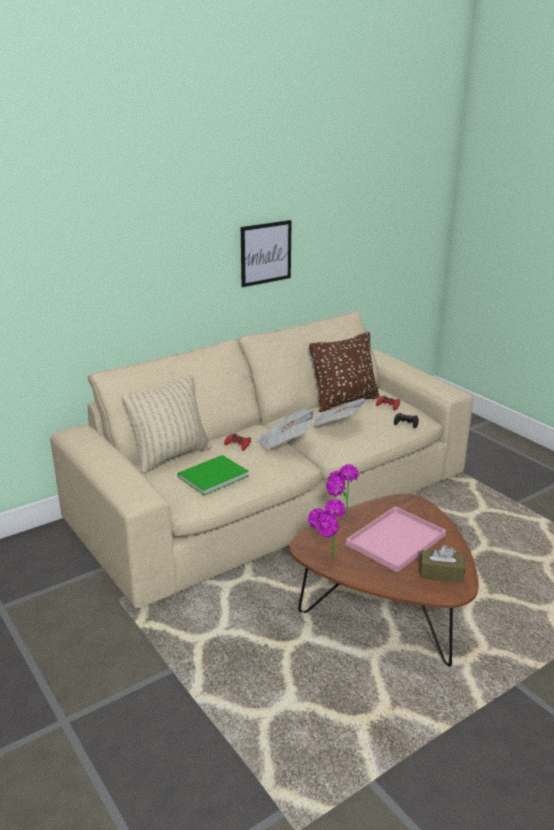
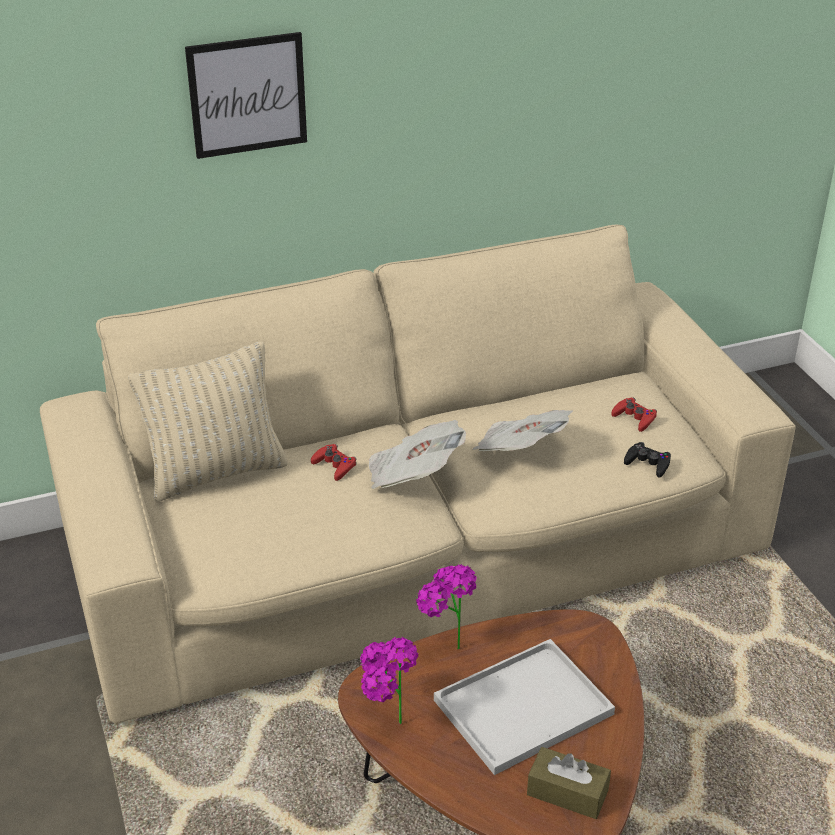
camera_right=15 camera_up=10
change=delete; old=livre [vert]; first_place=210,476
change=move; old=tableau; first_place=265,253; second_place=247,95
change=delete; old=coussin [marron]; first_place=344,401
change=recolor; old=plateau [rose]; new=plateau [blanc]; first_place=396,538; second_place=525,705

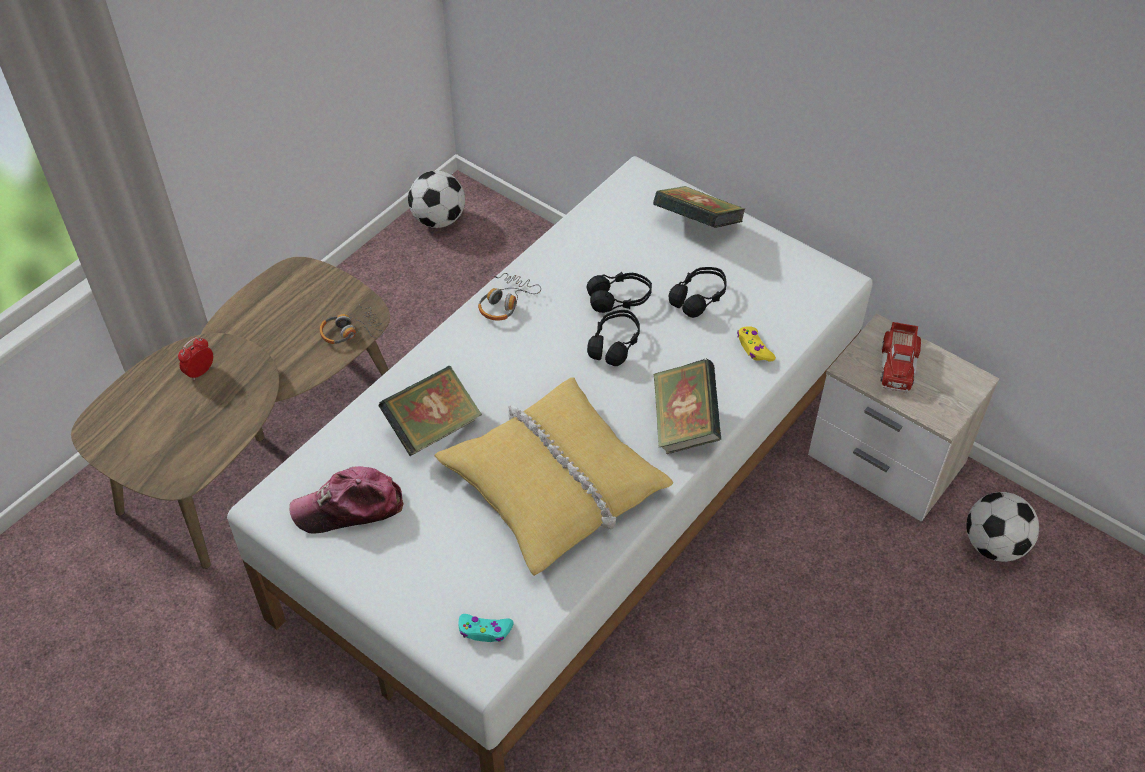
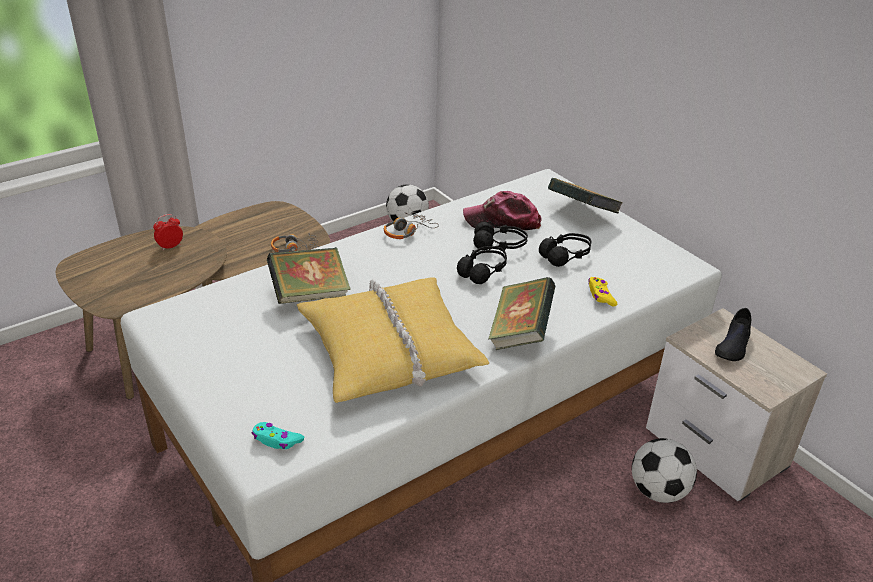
camera_right=15 camera_up=-15
change=move; old=casquette; first_place=349,507; second_place=502,221
change=replace; old=camion jouet; new=chaussure [noir]; first_place=898,364; second_place=733,345
change=move; old=ballon de foot; first_place=994,545; second_place=658,491

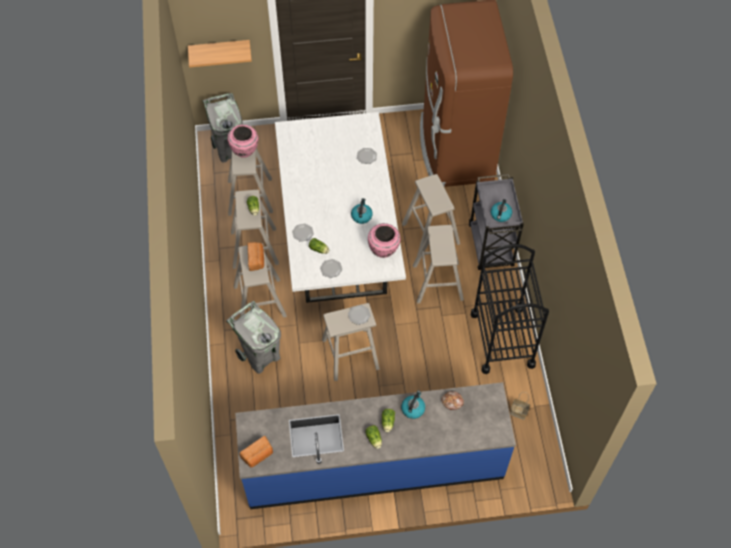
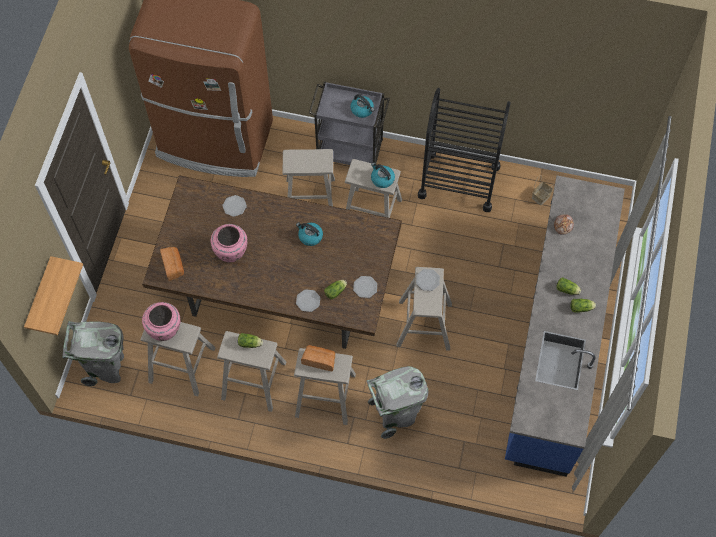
camera_right=-70 camera_up=5
change=move; old=pain; first_place=258,455; second_place=173,266
change=recolor; old=table à manger [blanc]; new=table à manger [marron]; first_place=339,238; second_place=278,290
change=move; old=vase [rose]; first_place=384,250; second_place=231,252
change=move; old=bouilloire; first_place=413,408; second_place=382,179

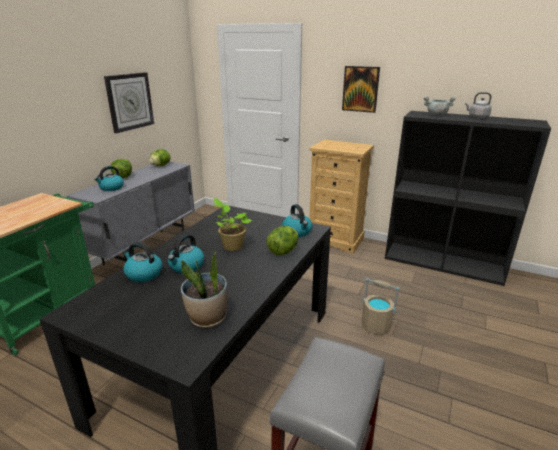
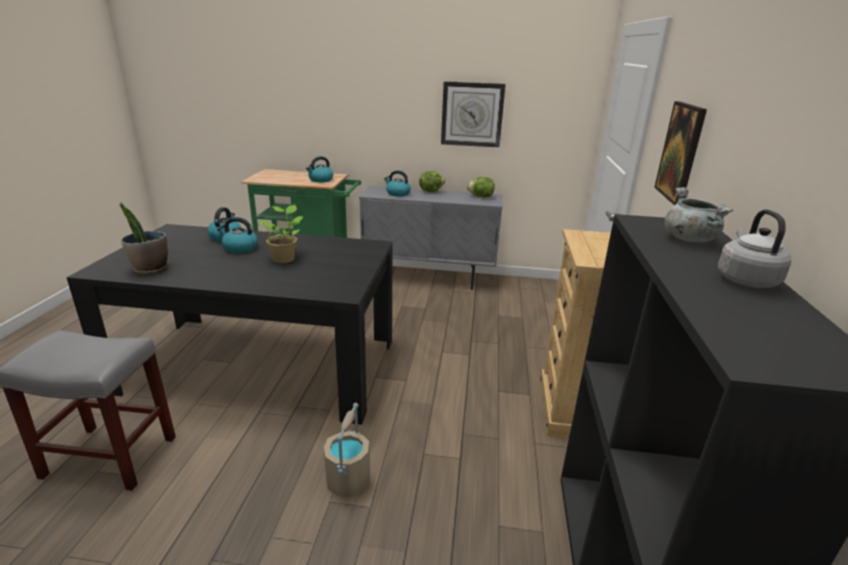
camera_right=70 camera_up=0
change=delete; old=laitue; first_place=283,251
change=move; old=bouilloire; first_place=297,232; second_place=320,180

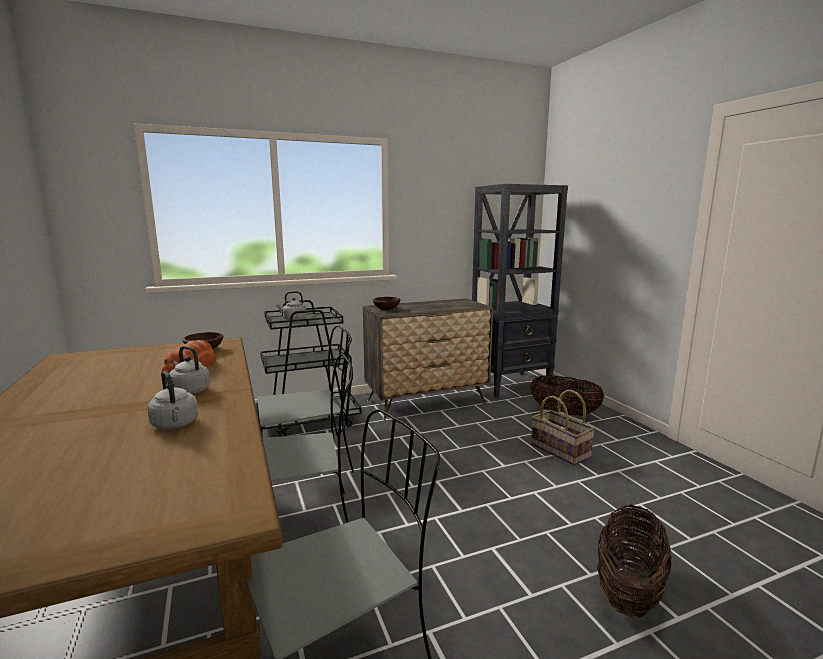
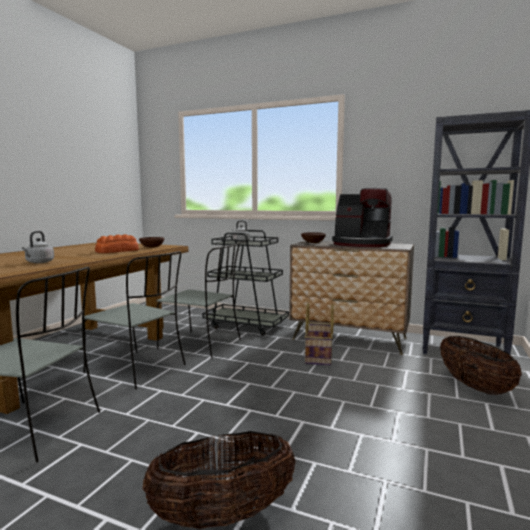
camera_right=45 camera_up=-5
change=delete; old=bouilloire [gris]; first_place=189,390
change=move; old=panier; first_place=561,450; second_place=319,356
change=insert; new=machine à café; second_place=361,244

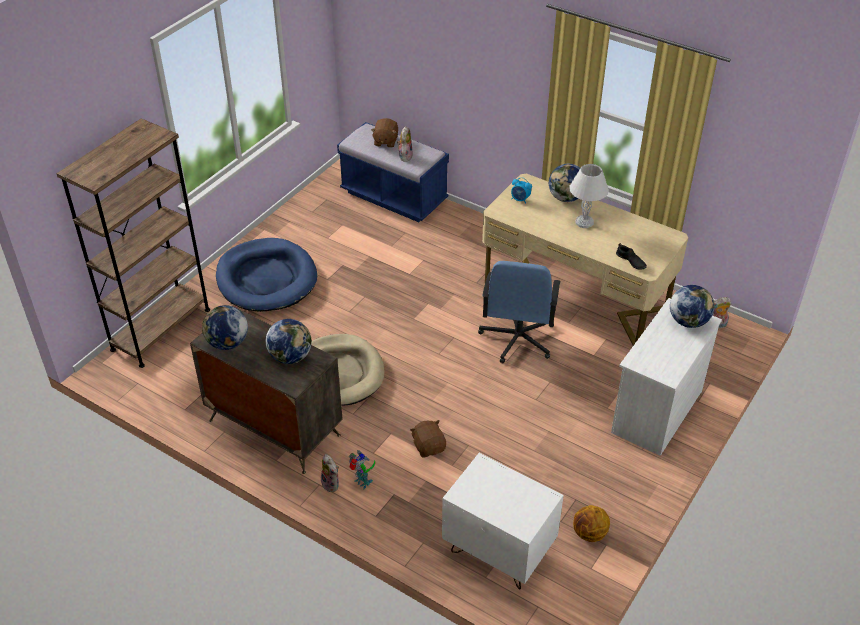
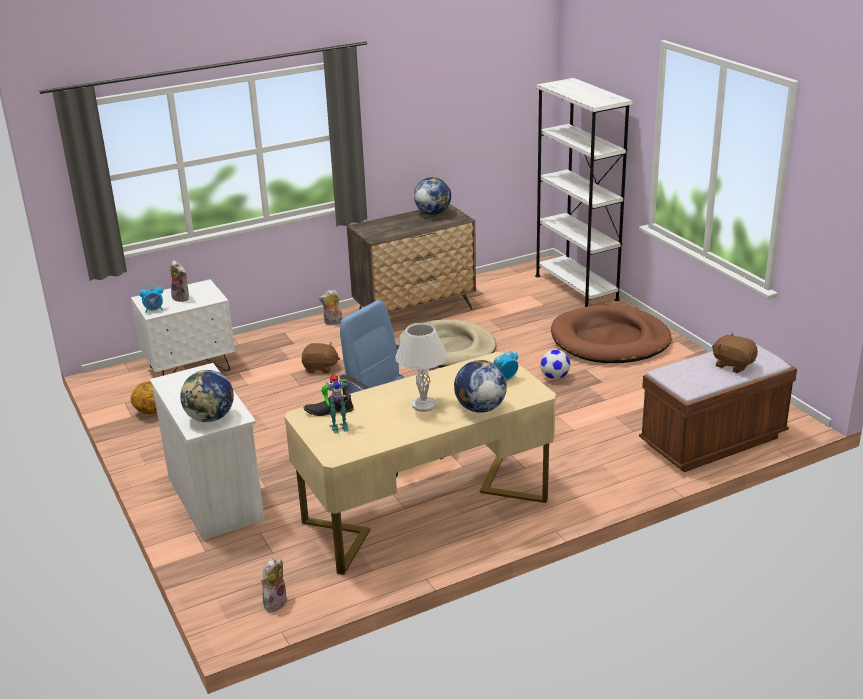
camera_right=120 camera_up=-15
change=recolor; old=bibliothèque [marron]; new=bibliothèque [blanc]; first_place=161,329; second_place=576,287
change=recolor; old=panier pour chien [bleu]; new=panier pour chien [marron]; first_place=266,279; second_place=610,340
change=delete; old=globe; first_place=290,356
change=recolor; old=banc [bleu]; new=banc [marron]; first_place=394,197; second_place=713,441
change=move; old=robot jouet; first_place=362,483; second_place=338,426
change=move; old=peluche; first_place=405,156; second_place=182,297
change=insert; new=réveil; second_place=154,310
change=insert; new=ballon de foot; second_place=554,377

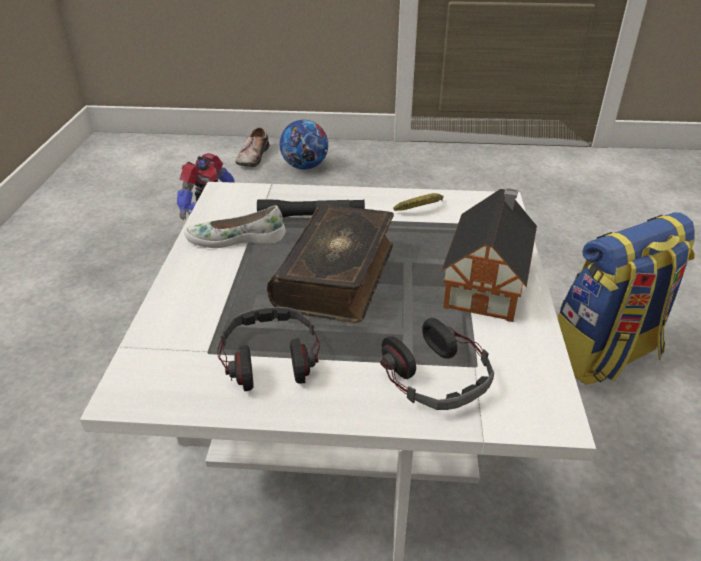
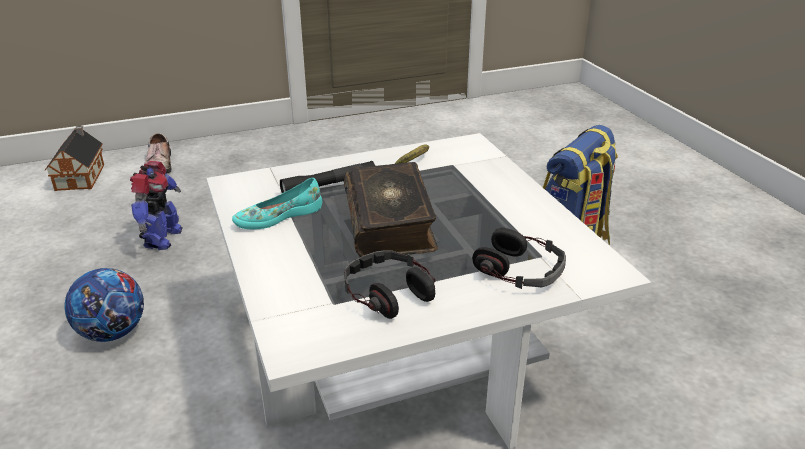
camera_right=-25 camera_up=-5
change=recolor; old=chaussure [blanc]; new=chaussure [turquoise]; first_place=236,238; second_place=278,216
change=move; old=ballon de foot; first_place=305,166; second_place=112,332
change=move; old=maison miniature; first_place=487,282; second_place=81,176

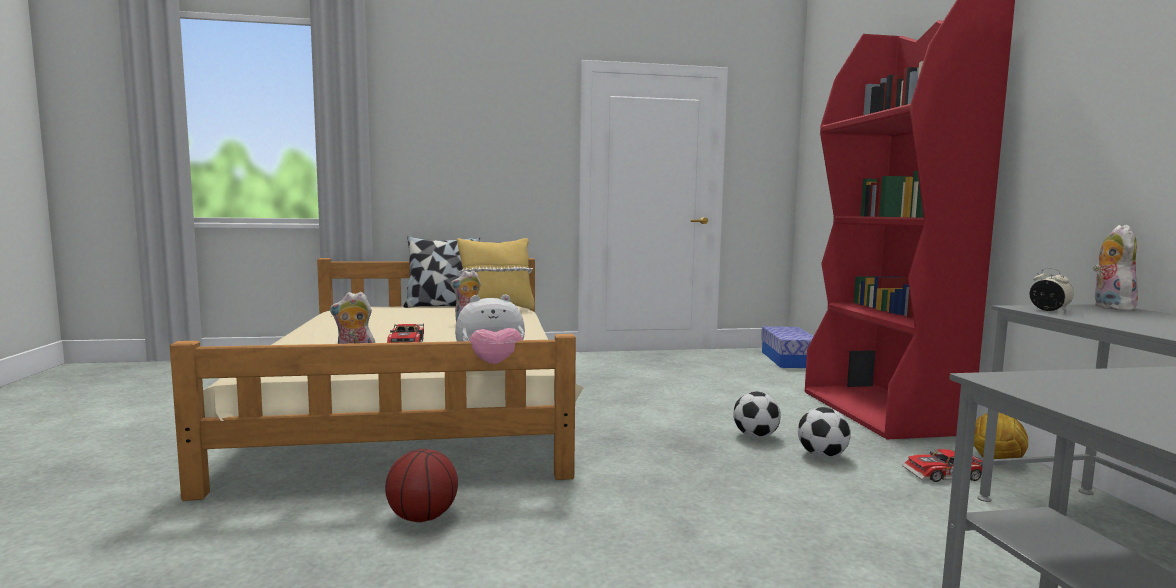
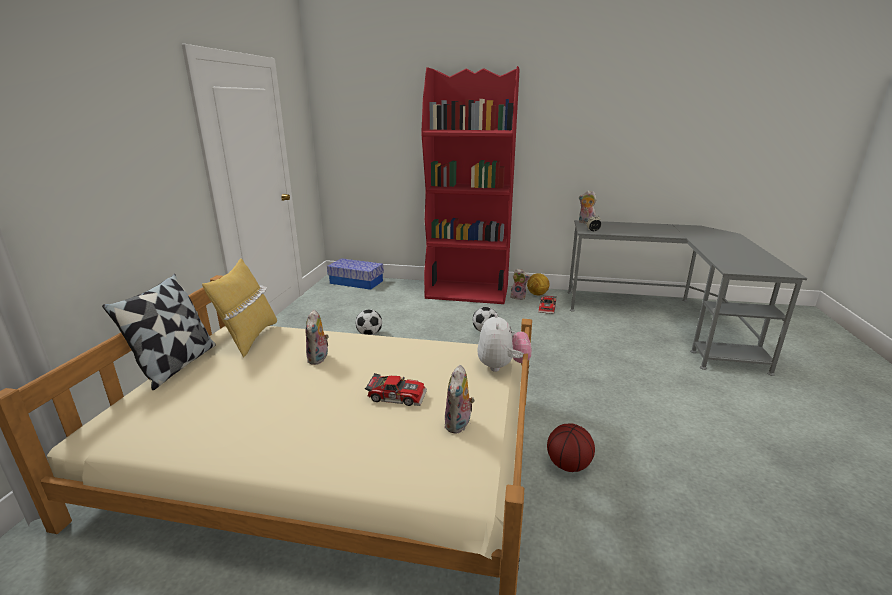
camera_right=-70 camera_up=15
change=move; old=ballon de foot; first_place=822,456; second_place=369,334
change=insert; new=peluche; second_place=518,297

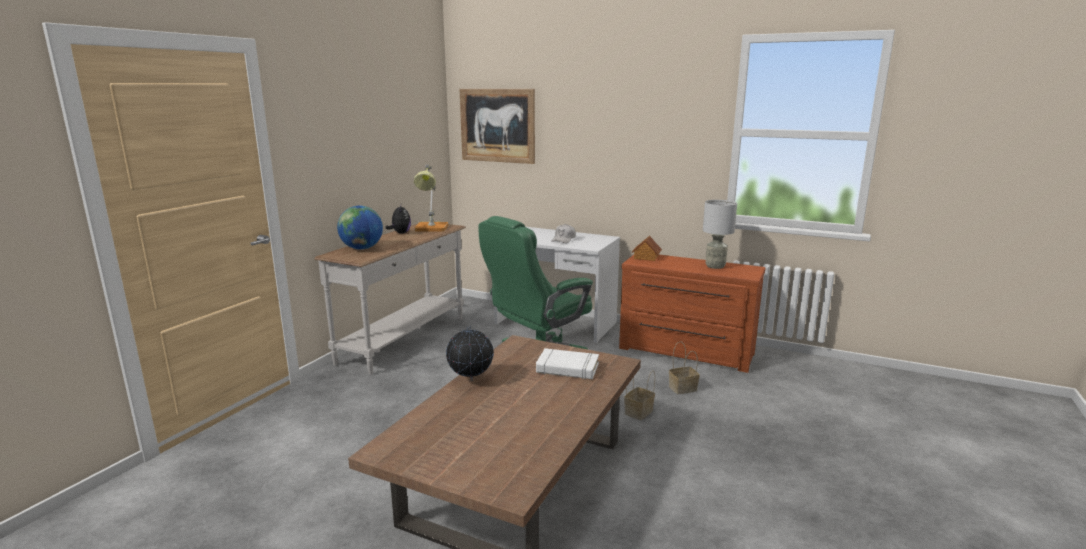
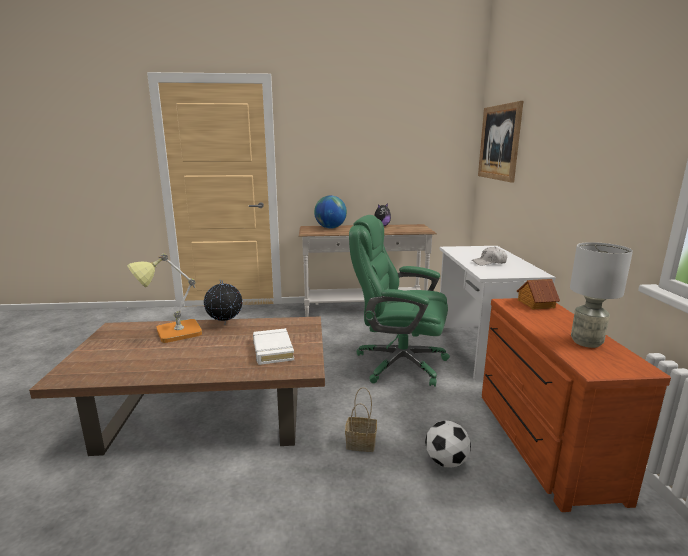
camera_right=60 camera_up=0
change=move; old=lampe de table; first_place=431,229; second_place=172,333
change=replace; old=panier; new=ballon de foot; first_place=683,388; second_place=446,461

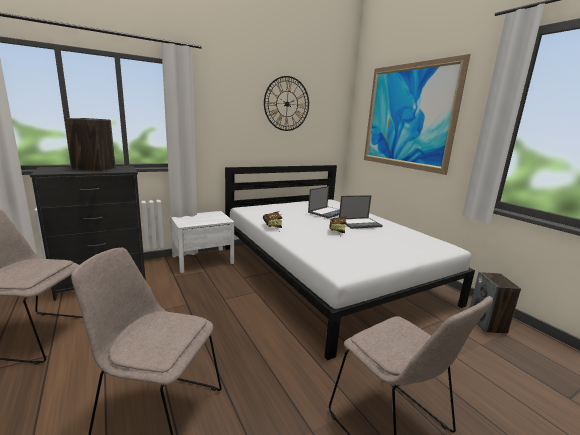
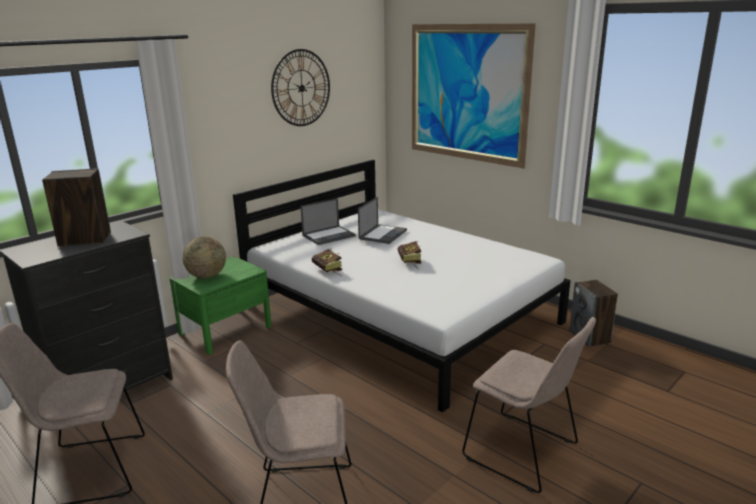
camera_right=-15 camera_up=5
change=recolor; old=table de chevet [blanc]; new=table de chevet [vert]; first_place=203,260; second_place=225,330
change=move; old=ordinateur portable; first_place=360,223; second_place=329,235
change=insert; new=globe; second_place=207,276

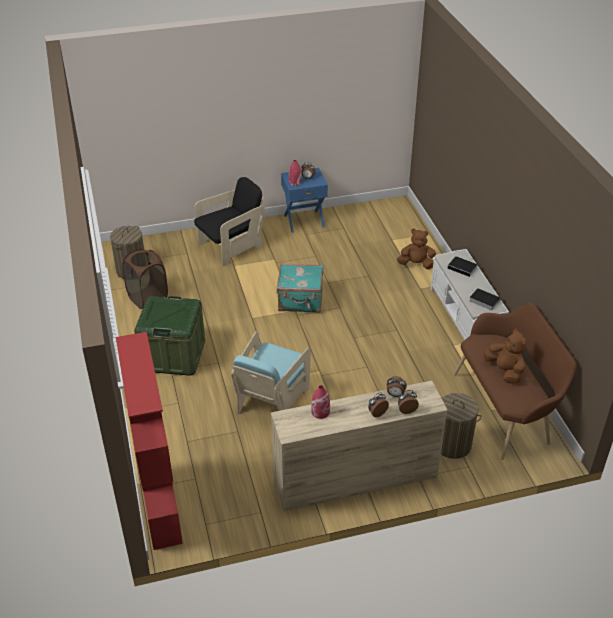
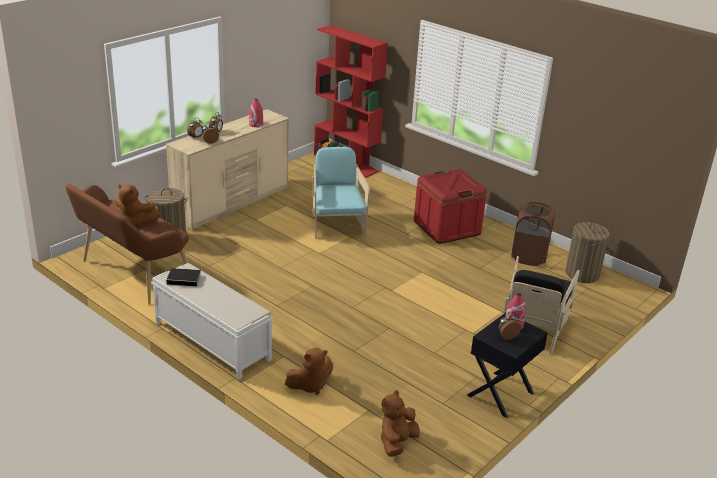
camera_right=145 camera_up=-10
change=recolor; old=boîte de rangement [vert]; new=boîte de rangement [rouge]; first_place=173,355; second_place=446,228
change=delete; old=valise [turquoise]; first_place=300,301
change=recolor; old=table de chevet [bleu]; new=table de chevet [noir]; first_place=304,220; second_place=501,394
change=delete; old=livre; first_place=463,268
change=insert; new=peluche [marron]; second_place=397,442

